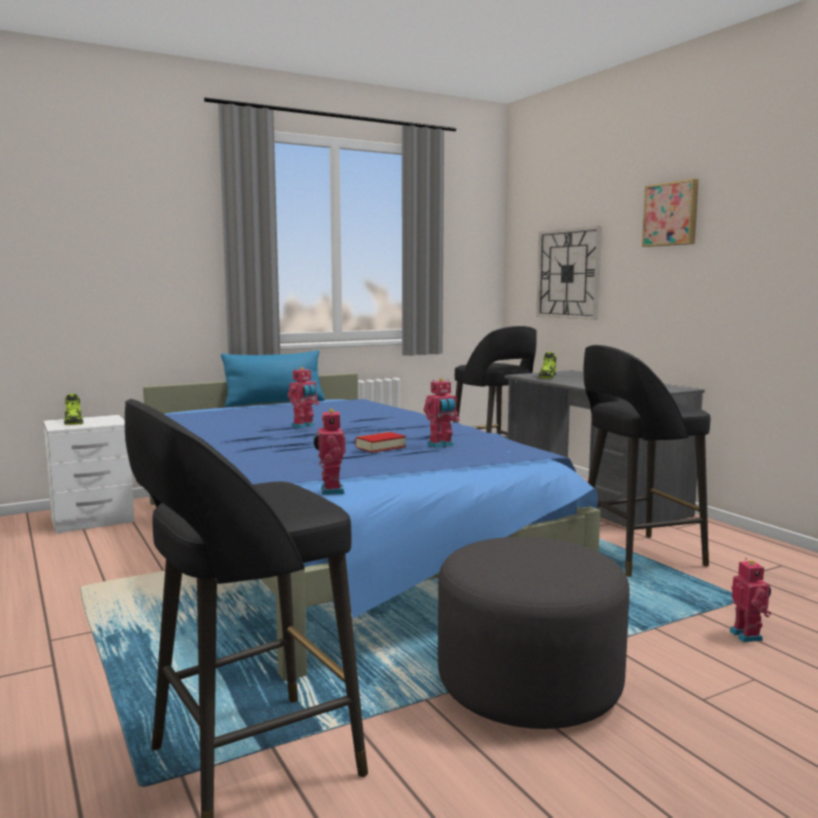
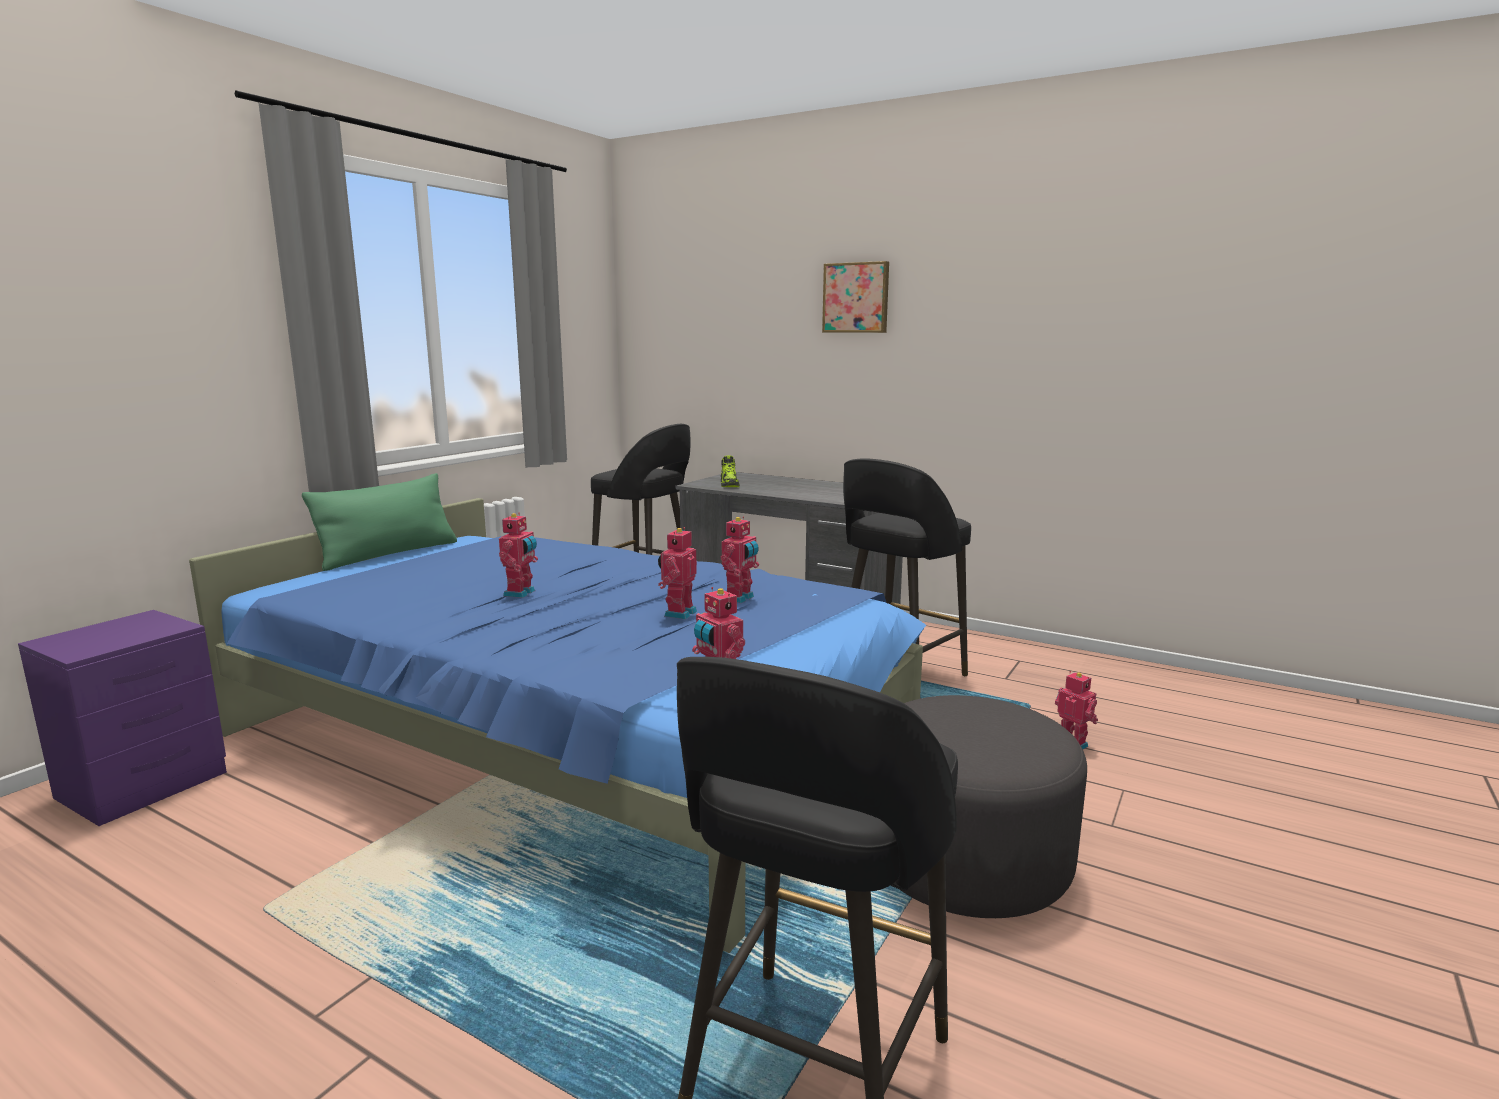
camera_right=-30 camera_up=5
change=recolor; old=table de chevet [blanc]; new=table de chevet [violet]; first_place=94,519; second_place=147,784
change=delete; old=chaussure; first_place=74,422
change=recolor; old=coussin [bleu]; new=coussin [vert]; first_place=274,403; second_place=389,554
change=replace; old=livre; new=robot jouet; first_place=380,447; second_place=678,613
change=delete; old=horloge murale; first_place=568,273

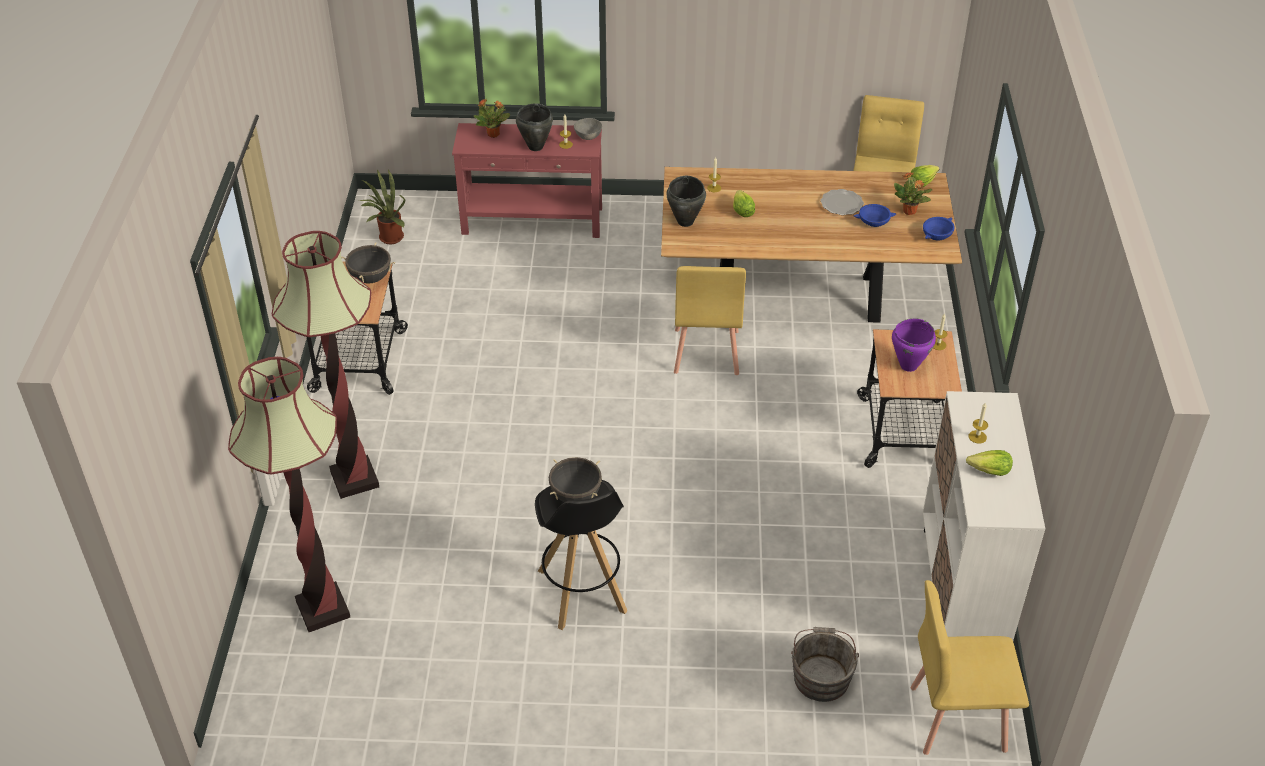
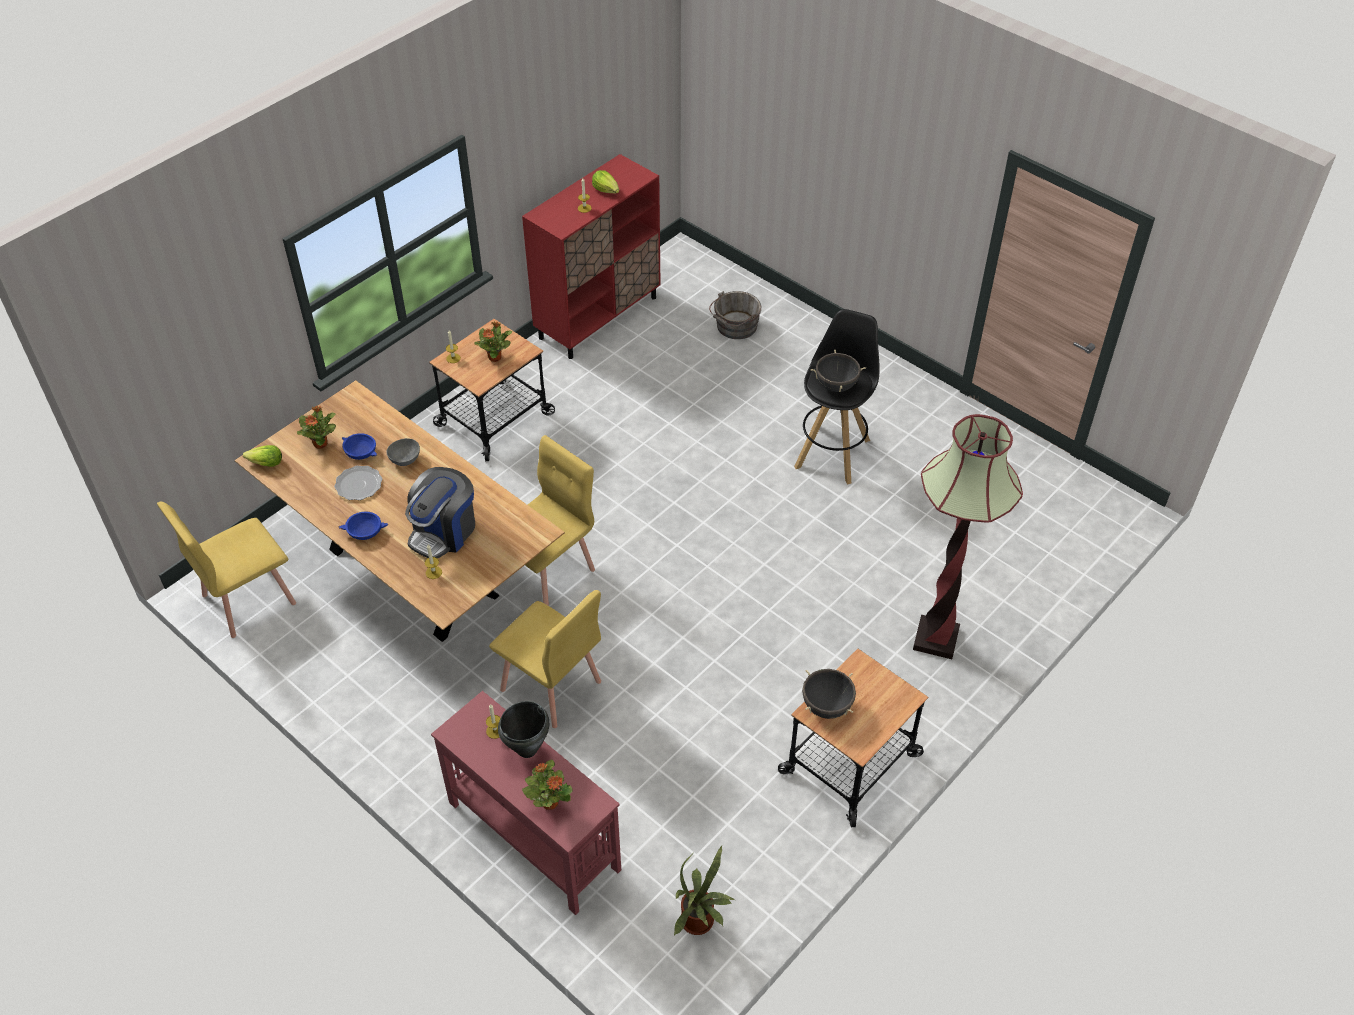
camera_right=-140 camera_up=5
change=delete; old=lampadaire; first_place=323,609
change=move; old=bol [gris]; first_place=587,137; second_place=406,460
change=delete; old=marmite [noir]; first_place=685,221
change=replace; old=laitue; new=machine à café; first_place=742,211; second_place=444,531
change=replace; old=marmite [violet]; new=plante en pot; first_place=908,365; second_place=495,357
change=move; old=chaise [jaune]; first_place=956,717; second_place=551,686
change=move; old=bol [bleu]; first_place=937,235; second_place=365,531
change=recolor; old=meuble de rangement [blanc]; new=meuble de rangement [rouge]; first_place=961,592; second_place=598,317

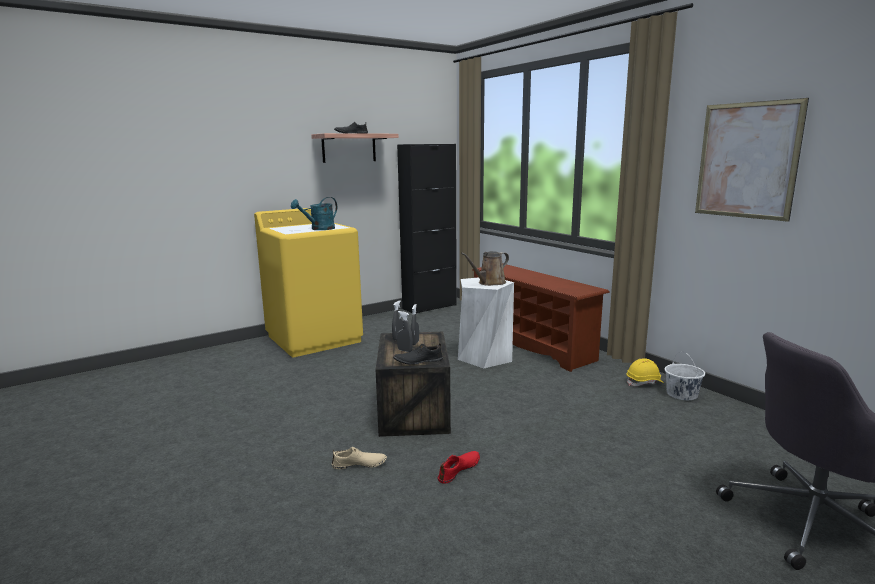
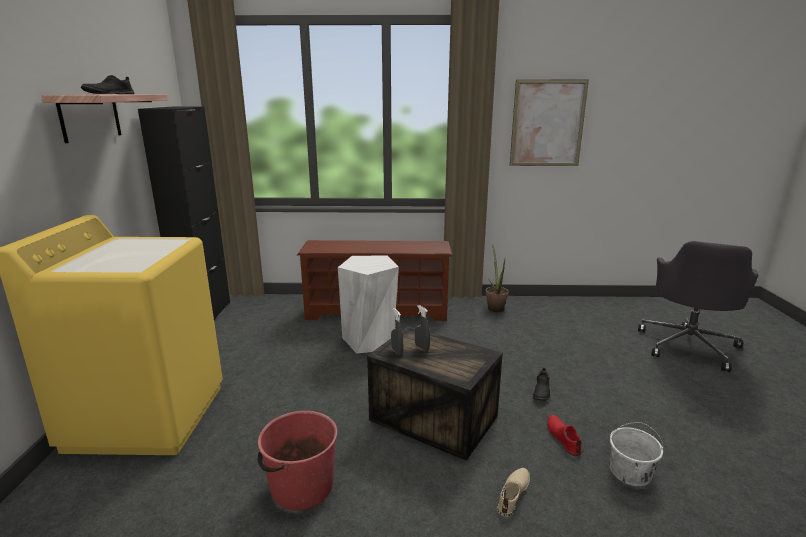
camera_right=-55 camera_up=5
change=delete; old=arrosoir [turquoise]; first_place=319,229
change=move; old=chaussure [noir]; first_place=418,361; second_place=541,391
change=delete; old=vaporisateur [gris]; first_place=405,350
change=delete; old=arrosoir [marron]; first_place=489,283
change=replace; old=casque de chantier [jaune]; new=plante en pot; first_place=644,382; second_place=494,307
change=move; old=seau [blanc]; first_place=682,394; second_place=630,472
change=insert; new=seau [rouge]; second_place=301,487

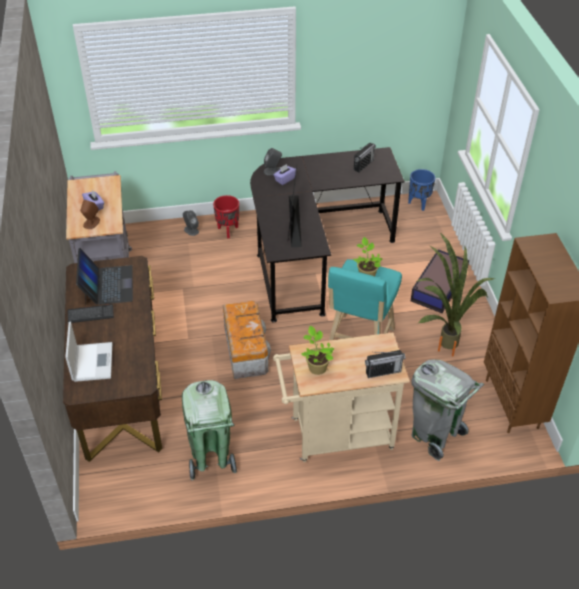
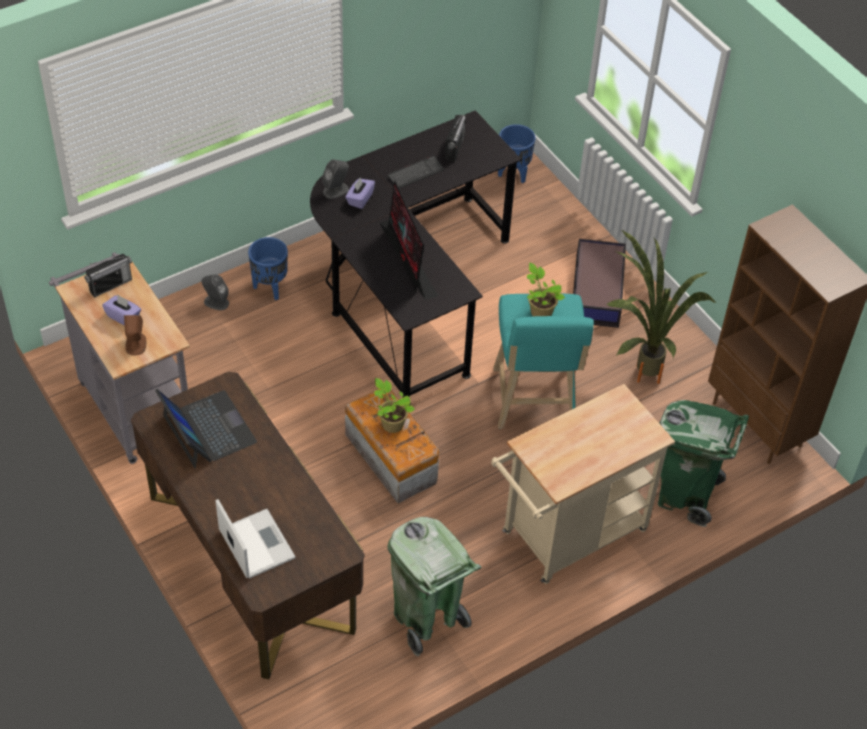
camera_right=-25 camera_up=5
change=move; old=clavier; first_place=90,314; second_place=415,173
change=recolor; old=cache-pot [rouge]; new=cache-pot [bleu]; first_place=228,231; second_place=270,288
change=move; old=plante en pot; first_place=316,367; second_place=391,423
change=move; old=radio; first_place=383,371; second_place=110,285
change=recolor; old=poubelle [gris]; new=poubelle [vert]; first_place=435,435; second_place=685,495

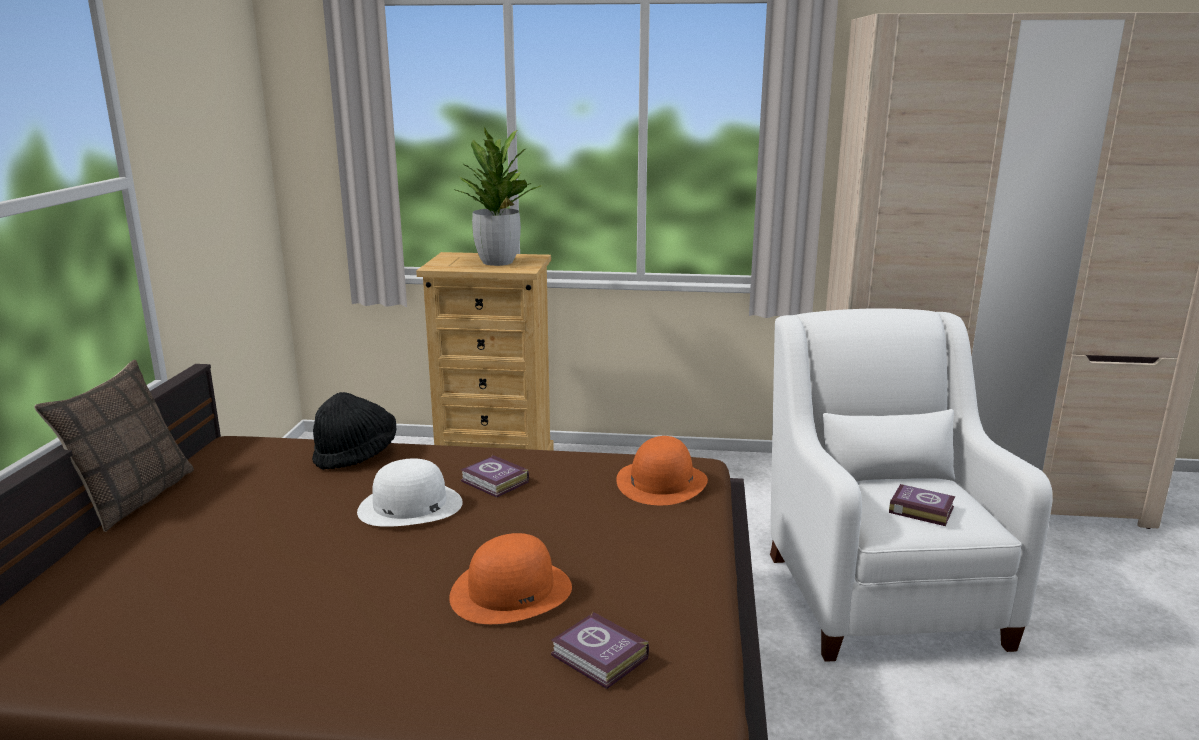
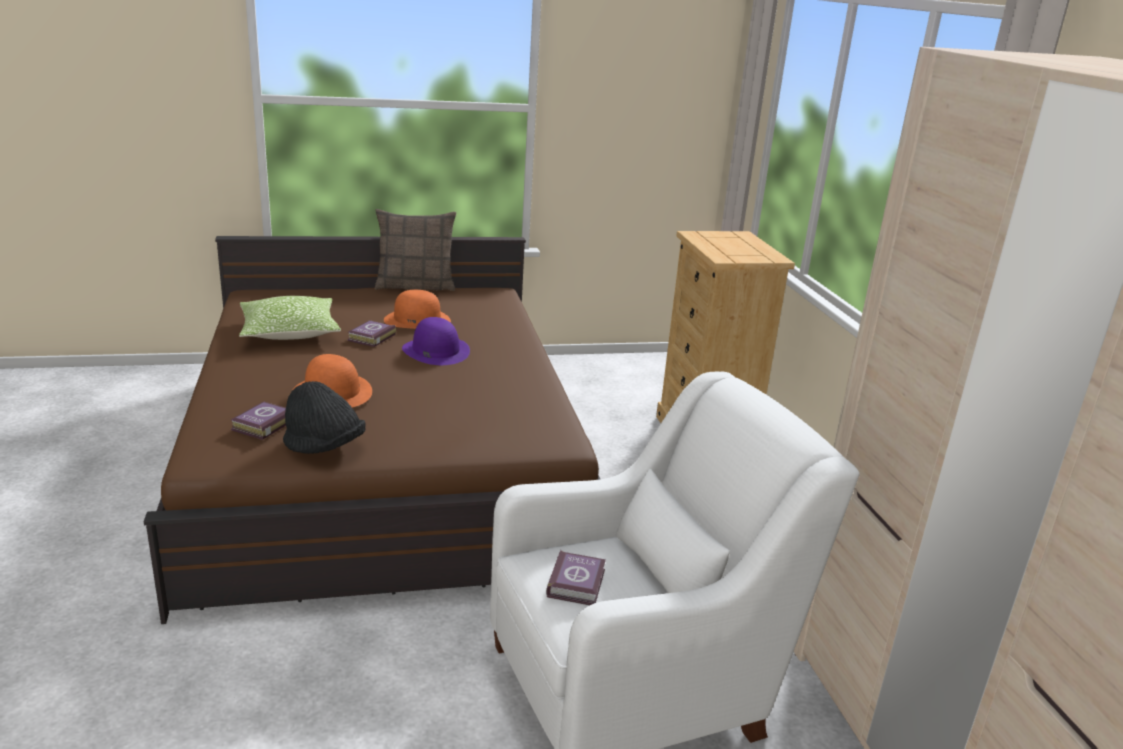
camera_right=70 camera_up=5
change=move; old=chapeau [noir]; first_place=356,455; second_place=324,447
change=recolor; old=chapeau [blanc]; new=chapeau [violet]; first_place=410,506; second_place=435,351
change=delete; old=plante en pot; first_place=498,262
change=move; old=livre; first_place=494,482; second_place=370,337
change=move; old=chapeau [orange]; first_place=661,482; second_place=417,320
change=insert; new=coussin; second_place=289,332

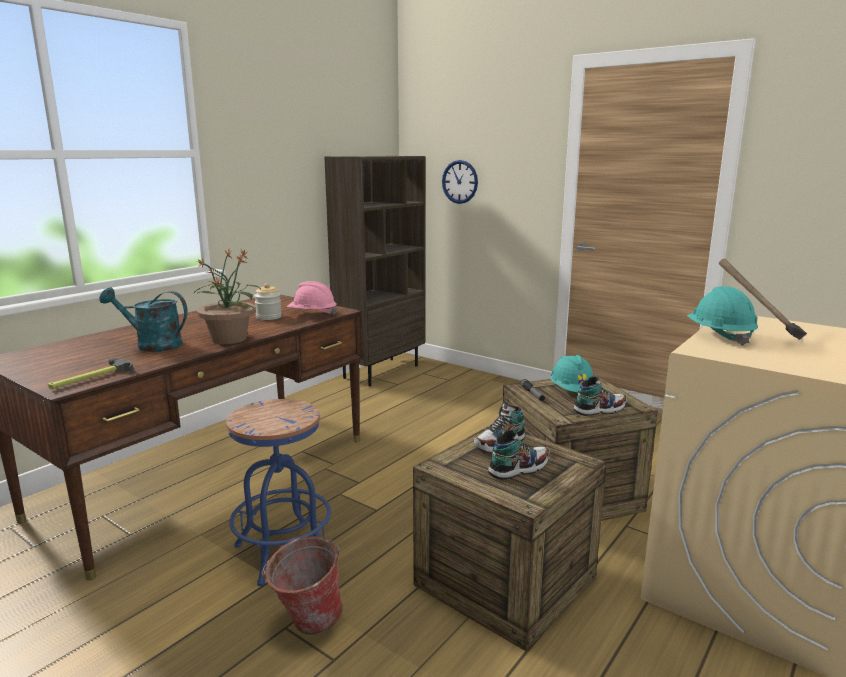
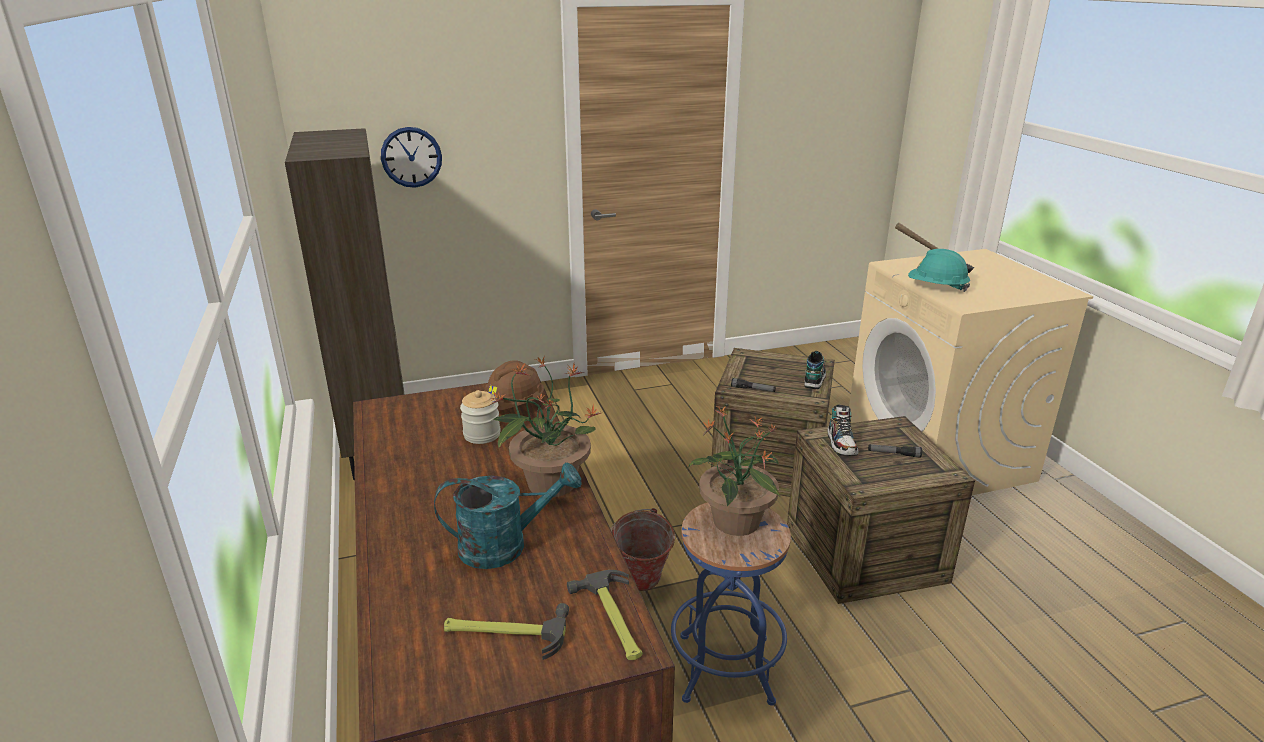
camera_right=-55 camera_up=10
change=rotate; old=arrosoir [turquoise]; first_place=152,345; second_place=505,546; degrees=-150
change=move; old=seau; first_place=306,624; second_place=640,585
change=recolor; old=casque de chantier [rose]; new=casque de chantier [marron]; first_place=312,314; second_place=512,406
change=replace; old=chaussure; new=lampe de poche; first_place=518,469; second_place=894,454
change=delete; old=casque de chantier [turquoise]; first_place=572,391
change=insert; new=marteau; second_place=504,632
change=insert; new=plante en pot; second_place=735,522

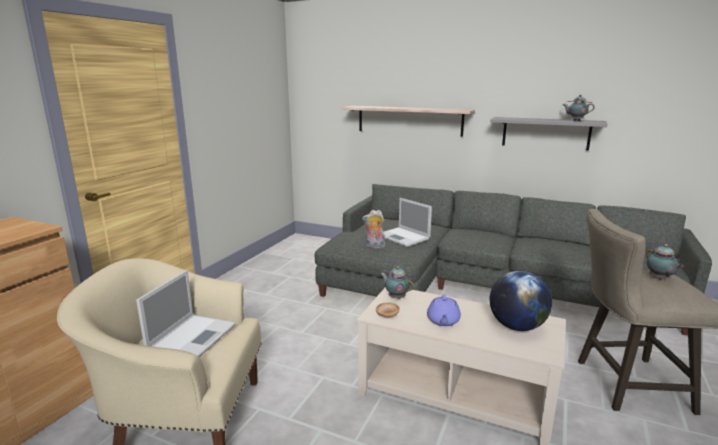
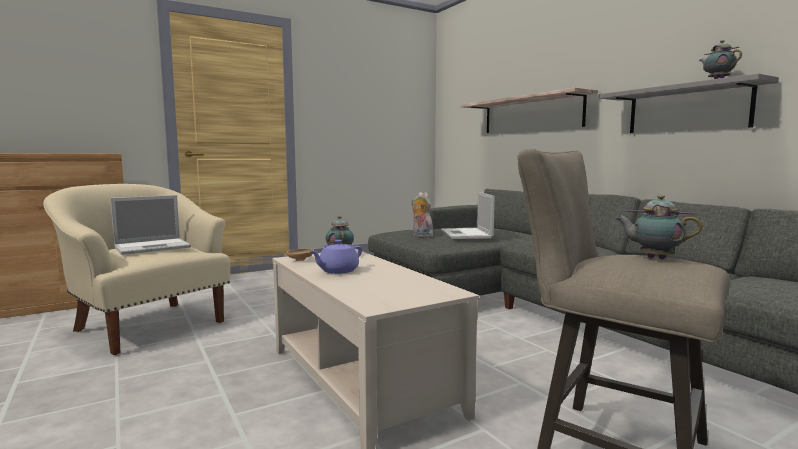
camera_right=35 camera_up=-10
change=delete; old=globe; first_place=516,326
change=rotate; old=théière; first_place=659,279; second_place=653,258; degrees=90

